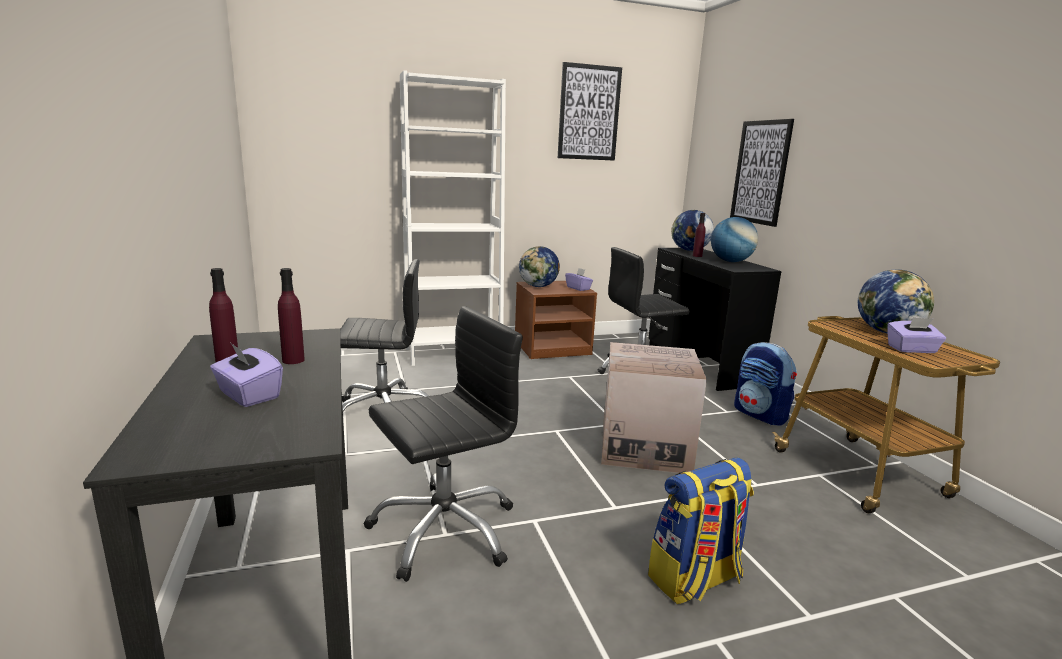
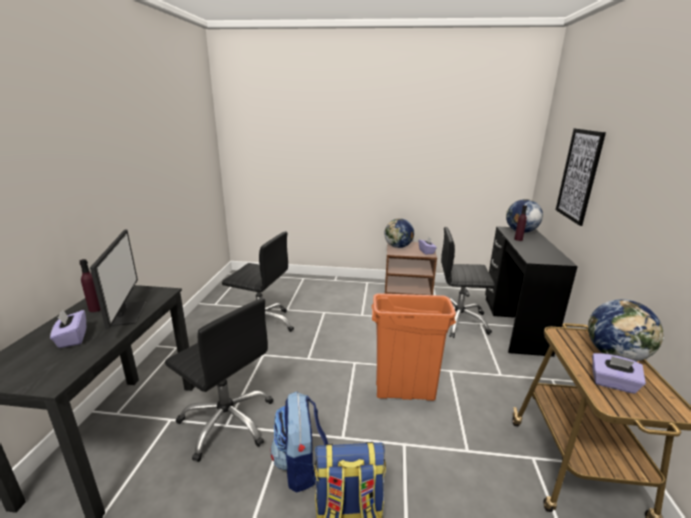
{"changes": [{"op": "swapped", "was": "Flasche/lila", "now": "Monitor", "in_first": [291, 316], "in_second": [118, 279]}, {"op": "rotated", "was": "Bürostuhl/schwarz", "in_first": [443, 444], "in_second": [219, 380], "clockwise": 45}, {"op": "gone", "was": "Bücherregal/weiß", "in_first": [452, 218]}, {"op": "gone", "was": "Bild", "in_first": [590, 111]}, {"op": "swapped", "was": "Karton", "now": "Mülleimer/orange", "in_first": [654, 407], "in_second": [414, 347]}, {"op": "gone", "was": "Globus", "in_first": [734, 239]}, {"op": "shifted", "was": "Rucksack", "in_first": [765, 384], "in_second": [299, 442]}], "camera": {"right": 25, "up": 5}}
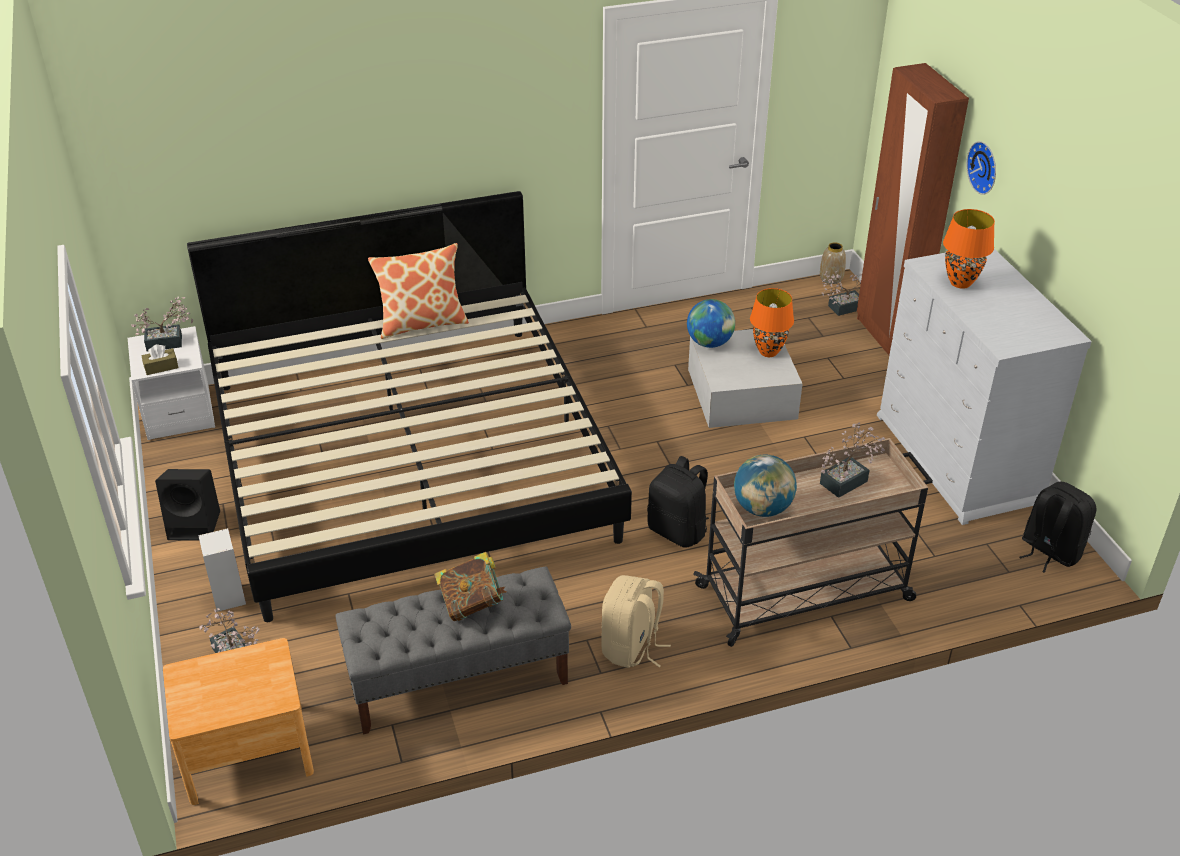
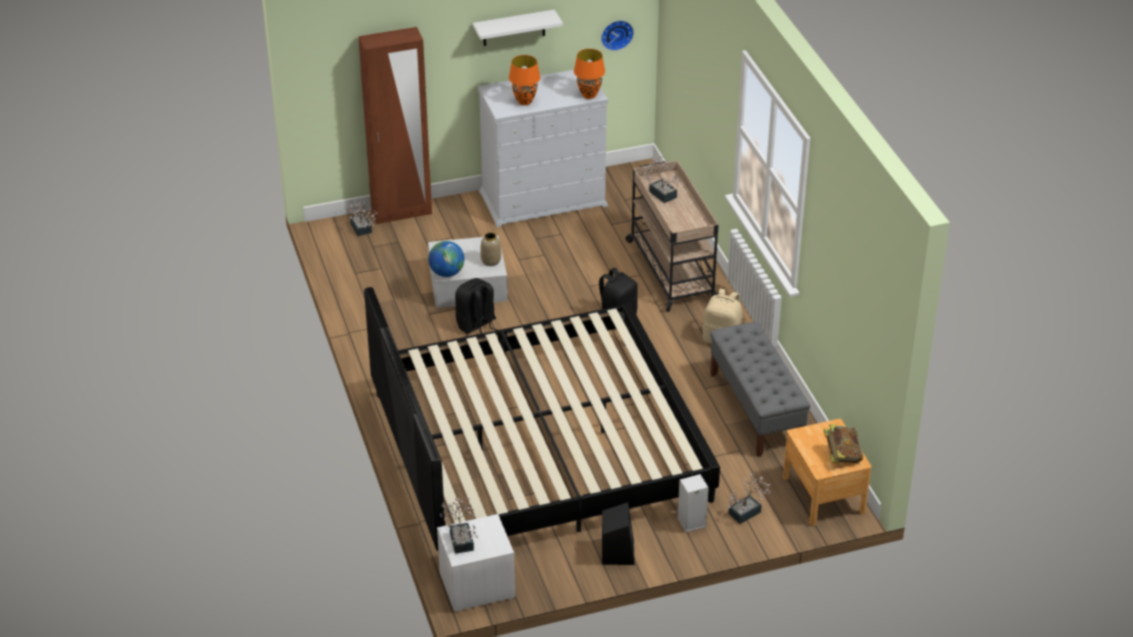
{"changes": [{"op": "gone", "was": "Taschentuchbox/braun", "in_first": [160, 359]}, {"op": "gone", "was": "Kissen", "in_first": [418, 291]}, {"op": "shifted", "was": "Buch", "in_first": [470, 586], "in_second": [843, 443]}, {"op": "gone", "was": "Globus", "in_first": [765, 485]}, {"op": "shifted", "was": "Tischlampe/orange", "in_first": [772, 322], "in_second": [589, 74]}, {"op": "shifted", "was": "Vase", "in_first": [833, 263], "in_second": [490, 249]}, {"op": "shifted", "was": "Wanduhr", "in_first": [981, 168], "in_second": [617, 35]}, {"op": "shifted", "was": "Rucksack/schwarz", "in_first": [1058, 527], "in_second": [476, 306]}, {"op": "new", "now": "Wandregal/weiß", "in_second": [518, 27]}], "camera": {"right": -90, "up": 0}}
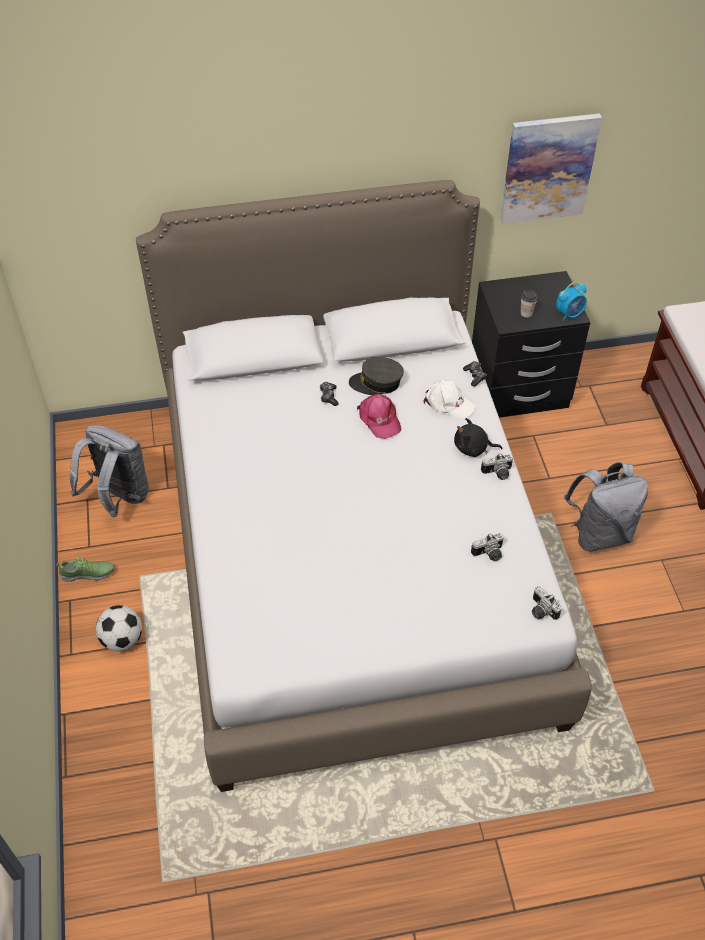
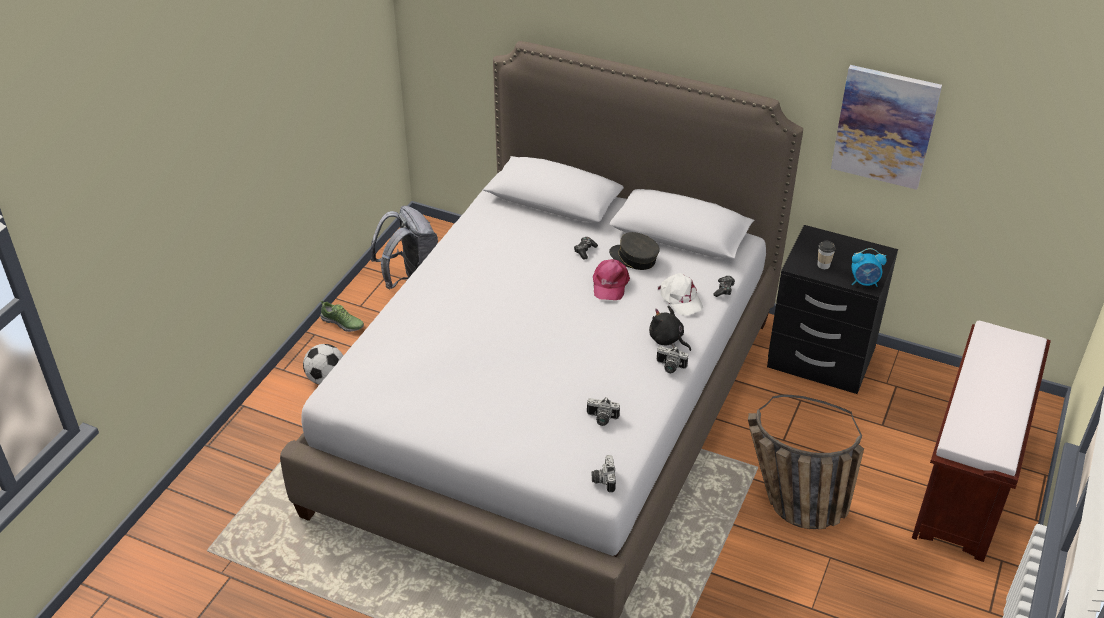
{"changes": [{"op": "swapped", "was": "Rucksack/grau", "now": "Korb", "in_first": [606, 507], "in_second": [806, 462]}], "camera": {"right": 35, "up": -10}}
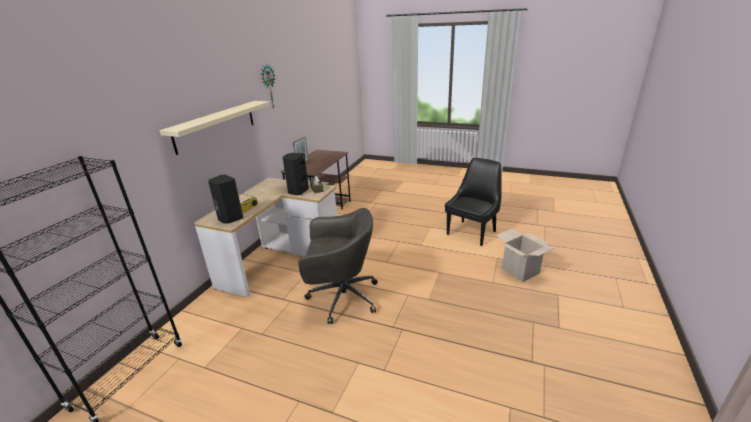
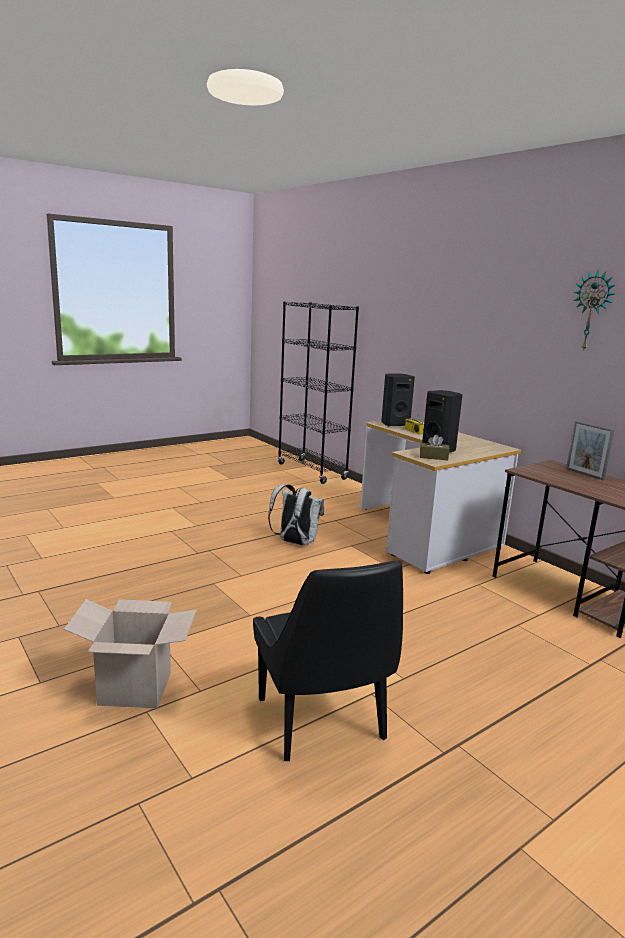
{"changes": [{"op": "gone", "was": "Wandregal/beige", "in_first": [214, 128]}, {"op": "swapped", "was": "Bürostuhl/grau", "now": "Rucksack/weiß", "in_first": [338, 266], "in_second": [296, 515]}], "camera": {"right": 120, "up": -10}}
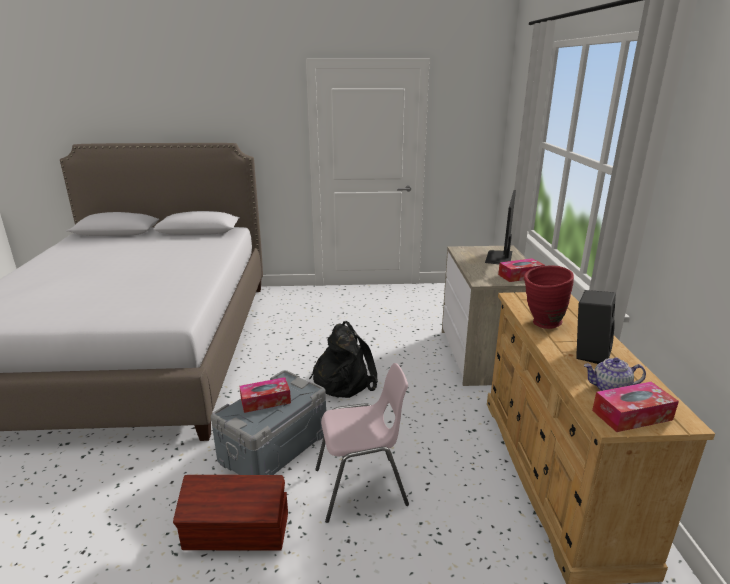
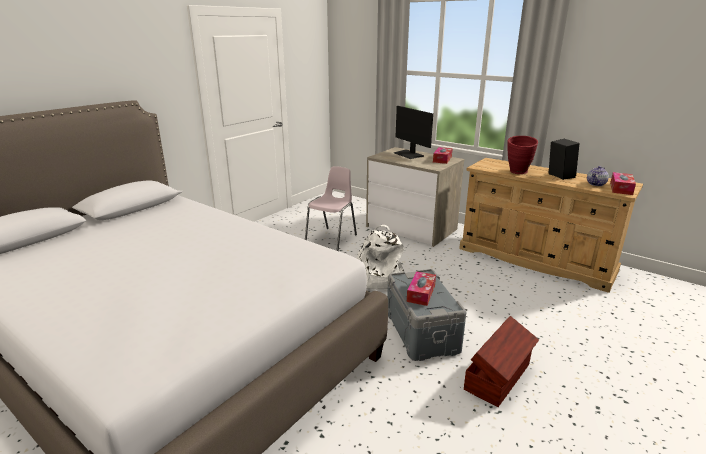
{"changes": [{"op": "repainted", "was": "Rucksack/schwarz", "now": "Rucksack/weiß", "in_first": [343, 359], "in_second": [380, 257]}, {"op": "shifted", "was": "Stuhl/rosa", "in_first": [362, 443], "in_second": [331, 208]}], "camera": {"right": -50, "up": 0}}
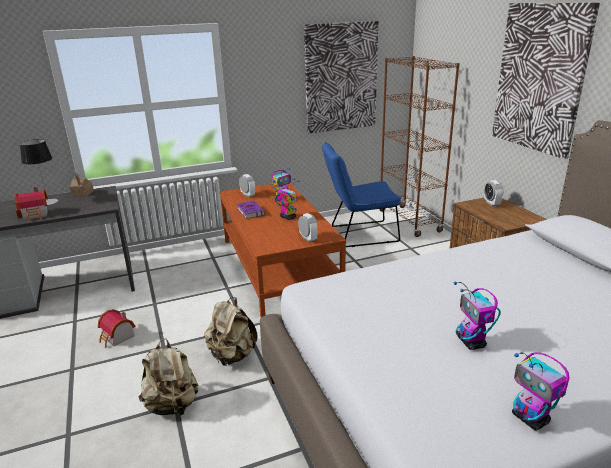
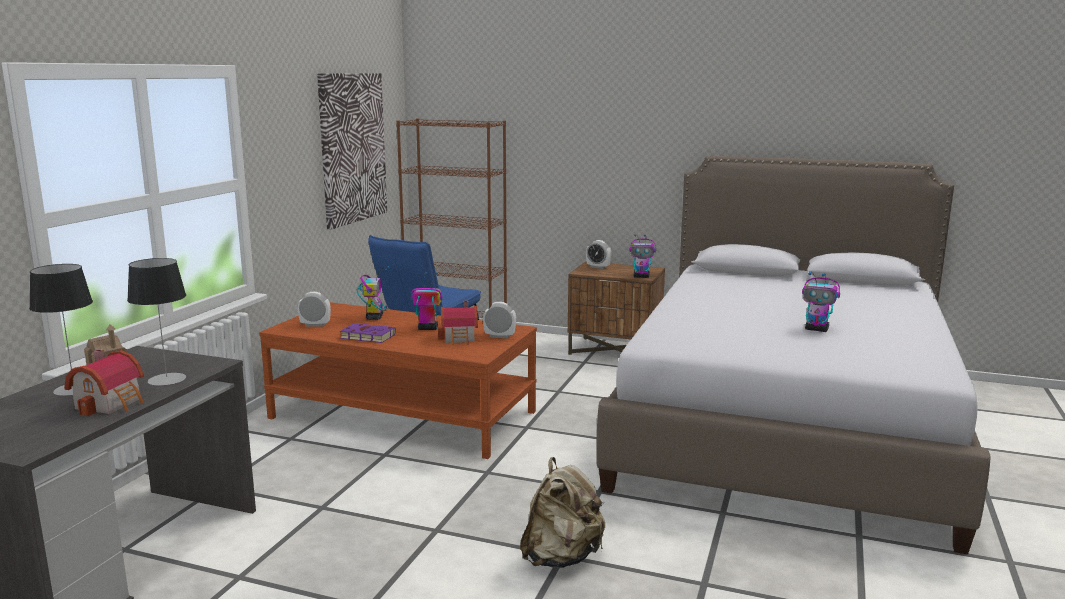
{"changes": [{"op": "shifted", "was": "Spielzeughaus", "in_first": [117, 328], "in_second": [458, 323]}, {"op": "gone", "was": "Rucksack/beige", "in_first": [231, 331]}, {"op": "gone", "was": "Bild", "in_first": [546, 81]}, {"op": "shifted", "was": "Spielzeugroboter", "in_first": [541, 392], "in_second": [643, 256]}, {"op": "new", "now": "Tischlampe", "in_second": [157, 322]}], "camera": {"right": -50, "up": -10}}
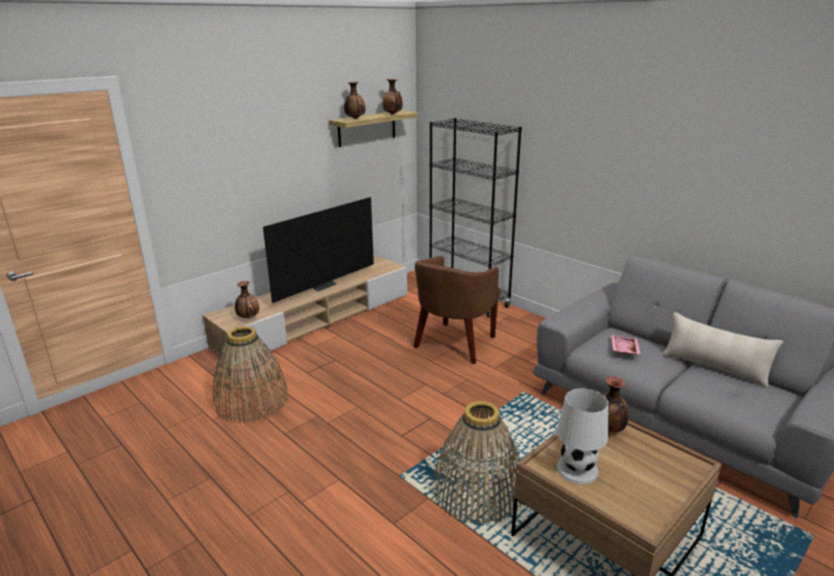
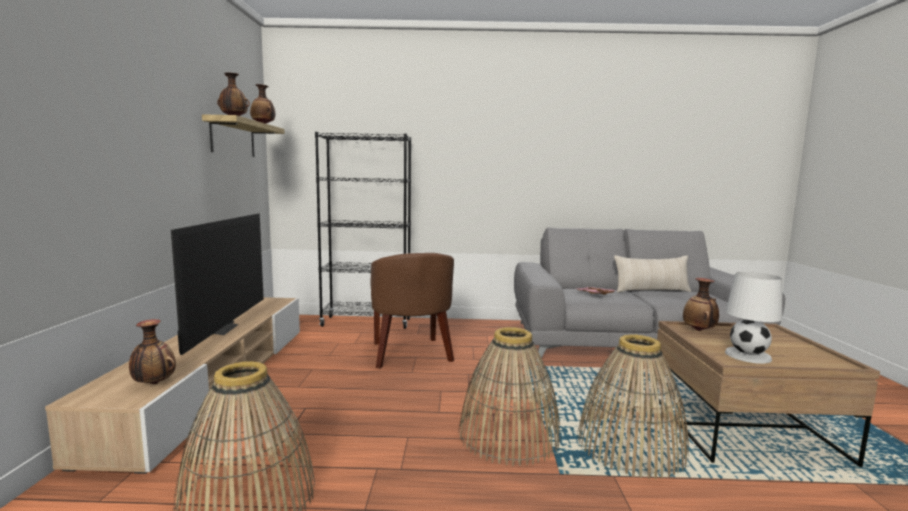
{"changes": [{"op": "new", "now": "Korb", "in_second": [509, 396]}], "camera": {"right": -45, "up": -15}}
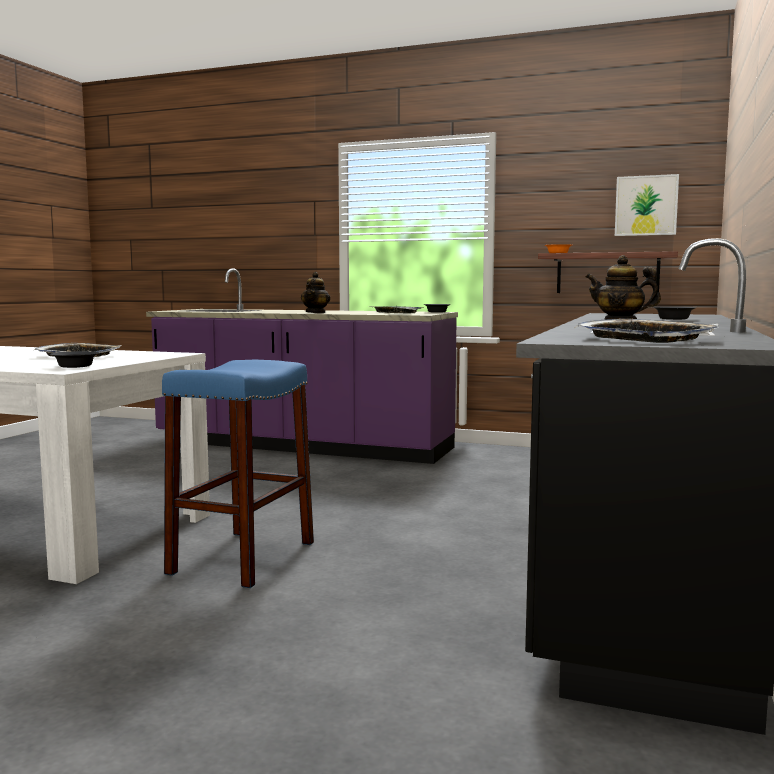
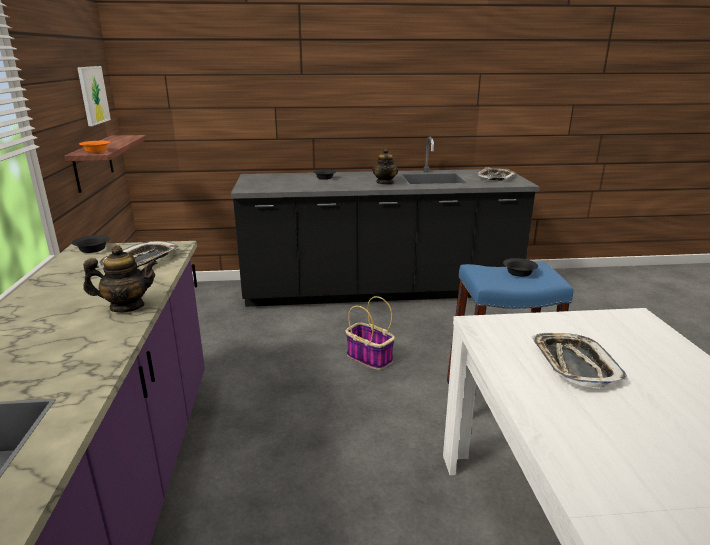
{"changes": [{"op": "shifted", "was": "Schüssel/schwarz", "in_first": [74, 359], "in_second": [520, 267]}, {"op": "new", "now": "Korb", "in_second": [370, 333]}], "camera": {"right": -115, "up": 15}}
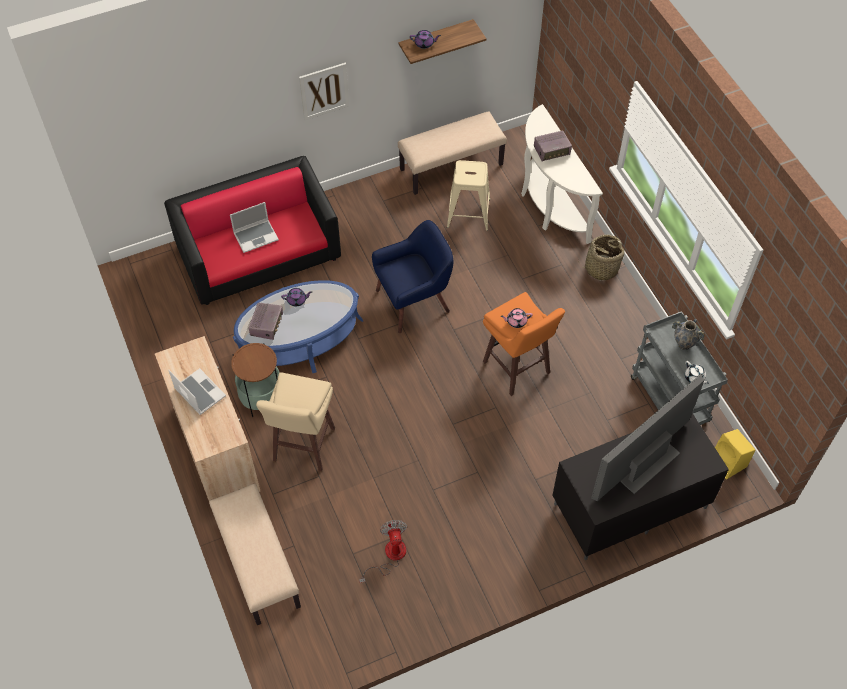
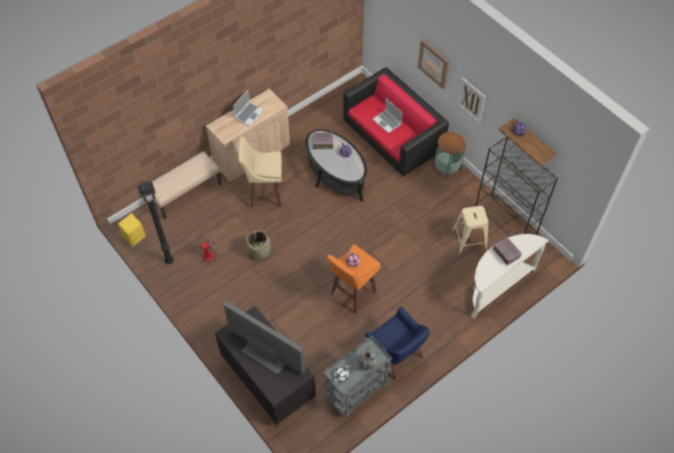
{"changes": [{"op": "shifted", "was": "Beistelltisch", "in_first": [255, 380], "in_second": [449, 156]}, {"op": "repainted", "was": "Couchtisch/blau", "now": "Couchtisch/schwarz", "in_first": [298, 326], "in_second": [336, 165]}, {"op": "shifted", "was": "Sessel/blau", "in_first": [412, 276], "in_second": [397, 343]}, {"op": "swapped", "was": "Bank/beige", "now": "Bücherregal/schwarz", "in_first": [452, 153], "in_second": [516, 187]}, {"op": "shifted", "was": "Korb", "in_first": [601, 257], "in_second": [258, 245]}, {"op": "shifted", "was": "Lautsprecher/gelb", "in_first": [735, 454], "in_second": [132, 230]}, {"op": "new", "now": "Stehlampe/schwarz", "in_second": [155, 222]}, {"op": "new", "now": "Bild", "in_second": [433, 64]}], "camera": {"right": 75, "up": 0}}
